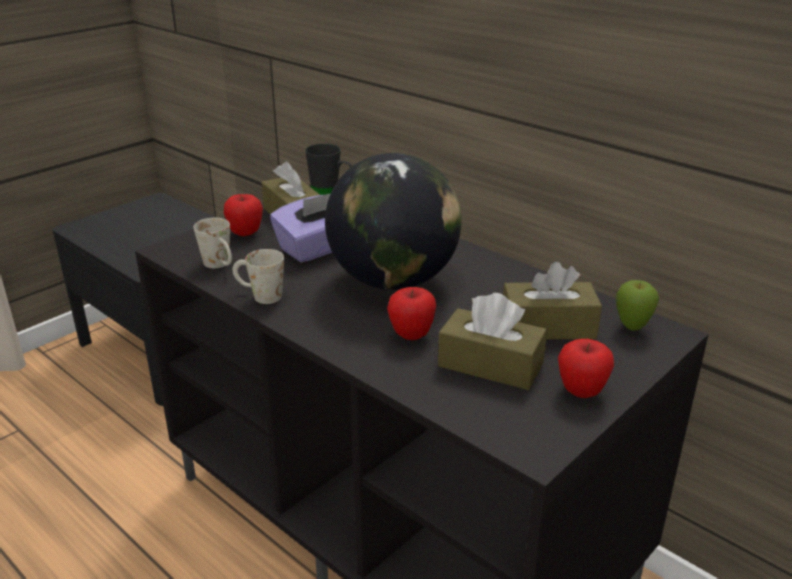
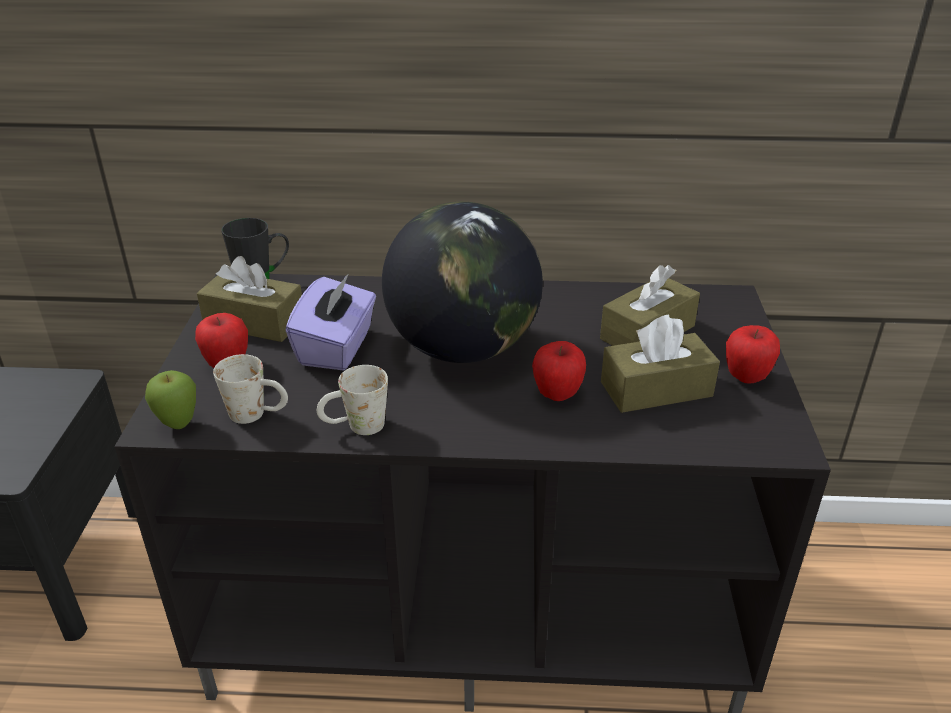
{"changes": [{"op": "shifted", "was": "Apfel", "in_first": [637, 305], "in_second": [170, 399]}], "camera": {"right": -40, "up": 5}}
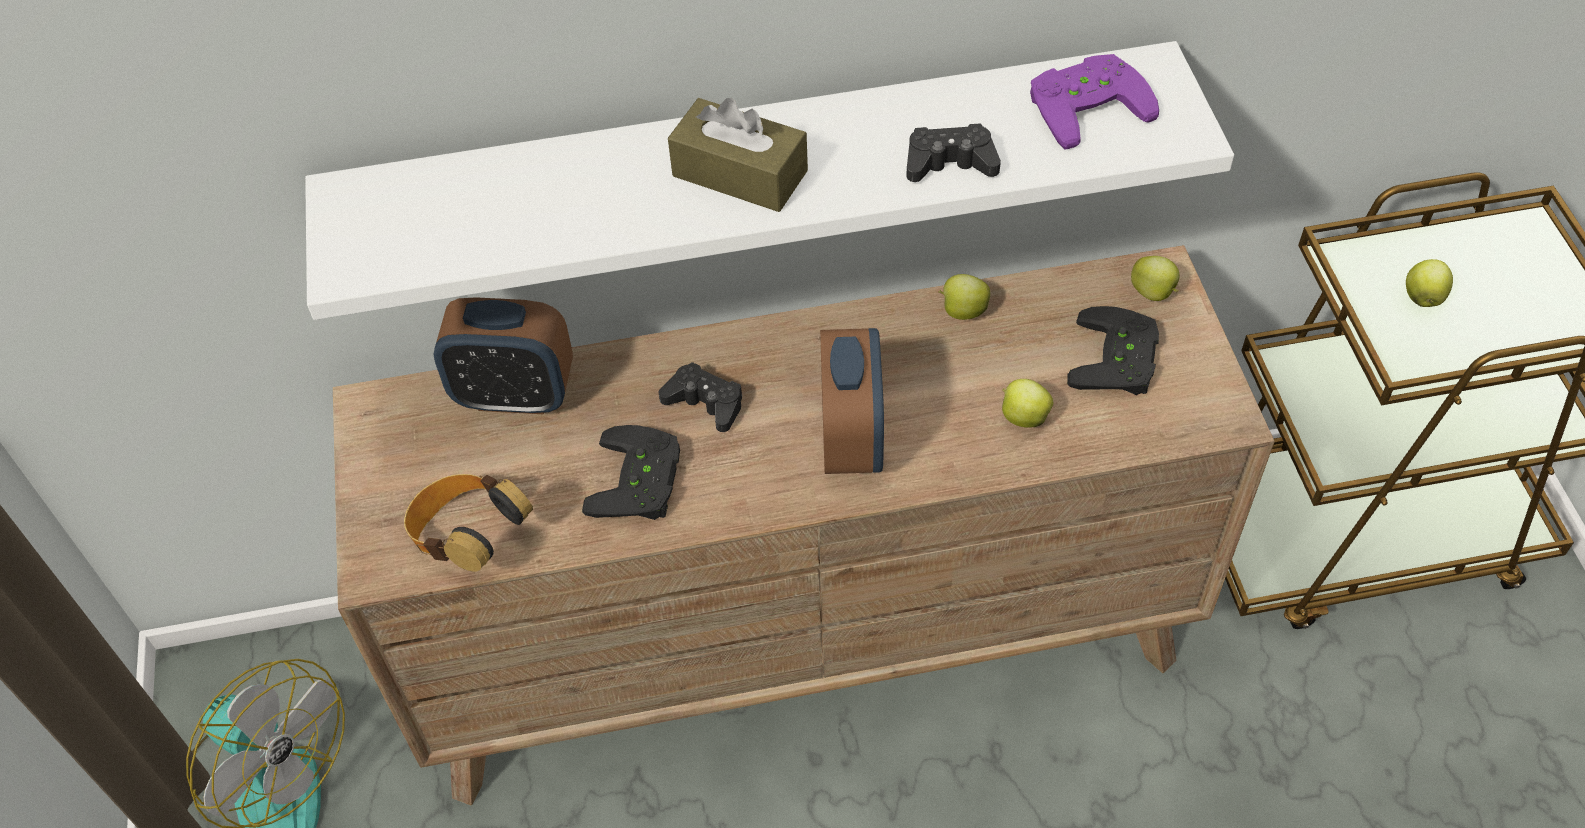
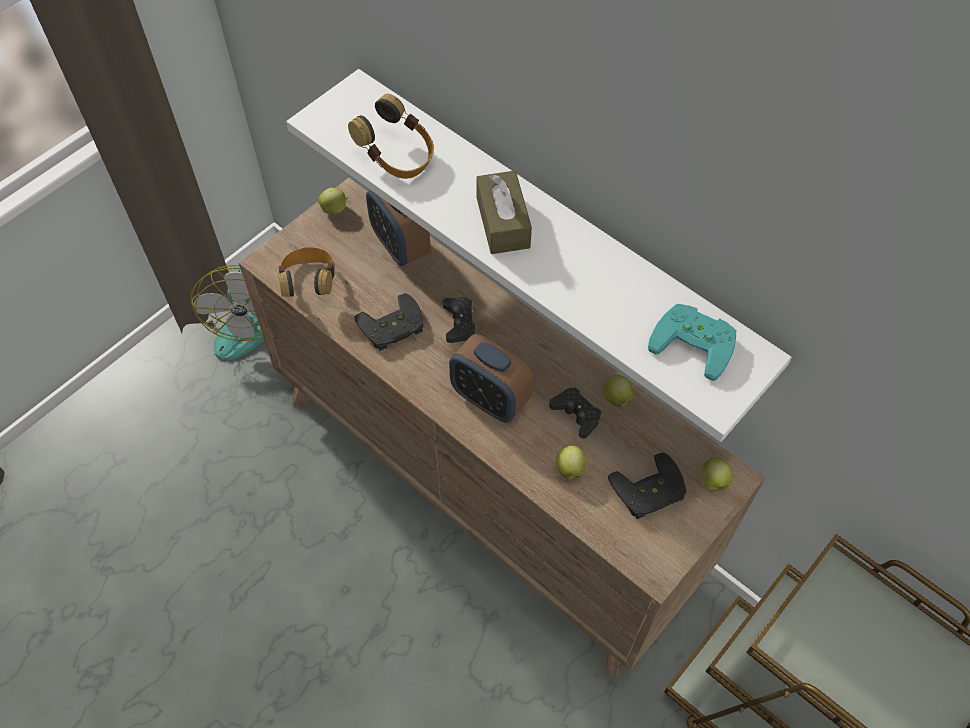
{"changes": [{"op": "rotated", "was": "Wecker", "in_first": [852, 401], "in_second": [491, 378], "clockwise": 75}, {"op": "shifted", "was": "Gamepad/schwarz", "in_first": [953, 152], "in_second": [575, 413]}, {"op": "repainted", "was": "Gamepad/lila", "now": "Gamepad/türkis", "in_first": [1094, 102], "in_second": [692, 342]}, {"op": "shifted", "was": "Apfel", "in_first": [1429, 283], "in_second": [333, 201]}, {"op": "new", "now": "Kopfhörer", "in_second": [391, 136]}], "camera": {"right": 50, "up": 5}}
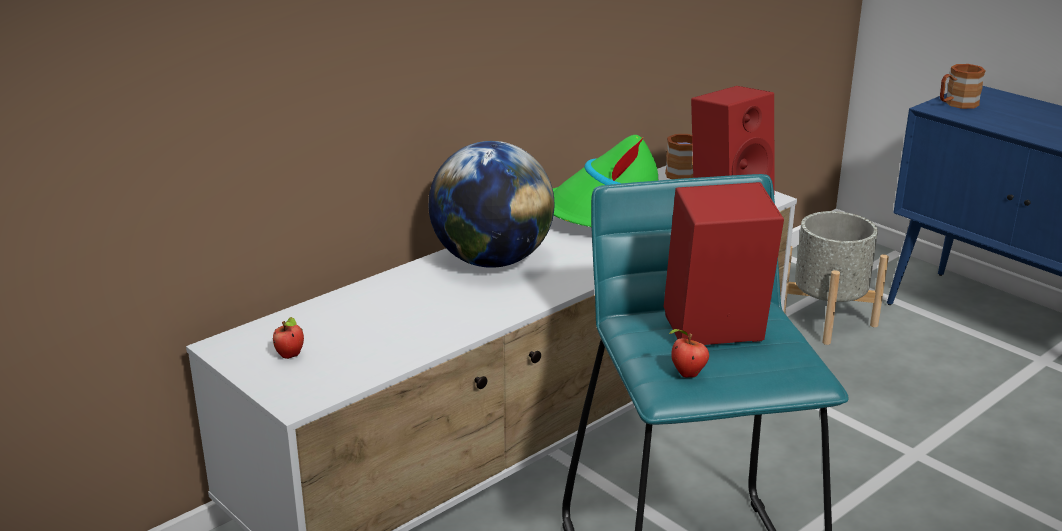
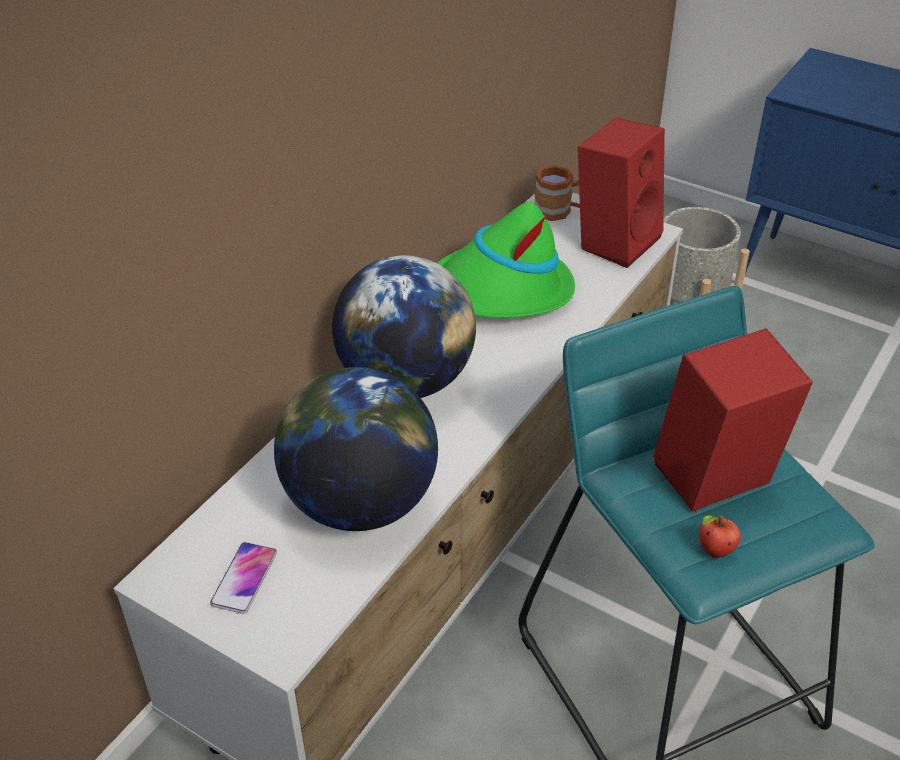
{"changes": [{"op": "swapped", "was": "Apfel", "now": "Handy", "in_first": [288, 338], "in_second": [243, 578]}, {"op": "gone", "was": "Henkelbecher/braun", "in_first": [963, 86]}, {"op": "new", "now": "Globus", "in_second": [356, 449]}], "camera": {"right": -15, "up": 15}}
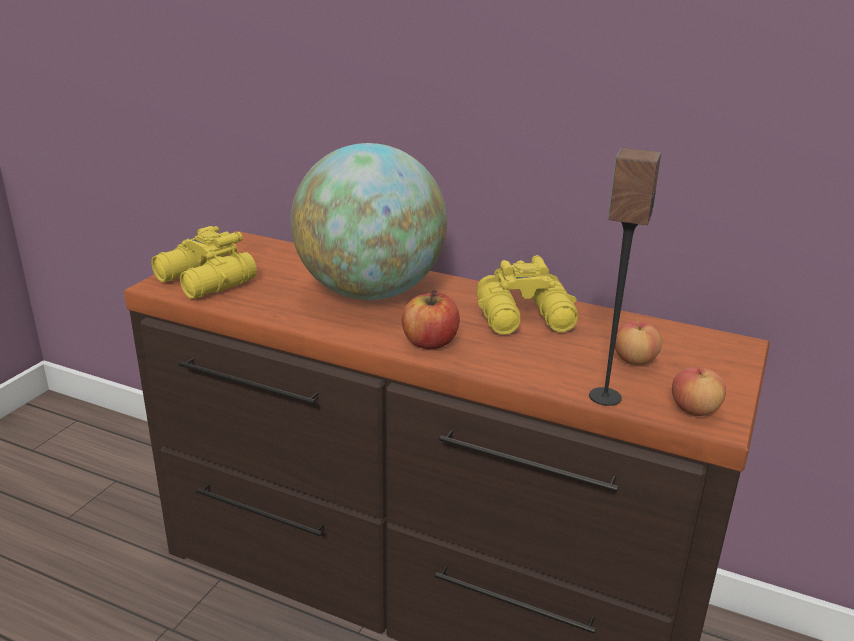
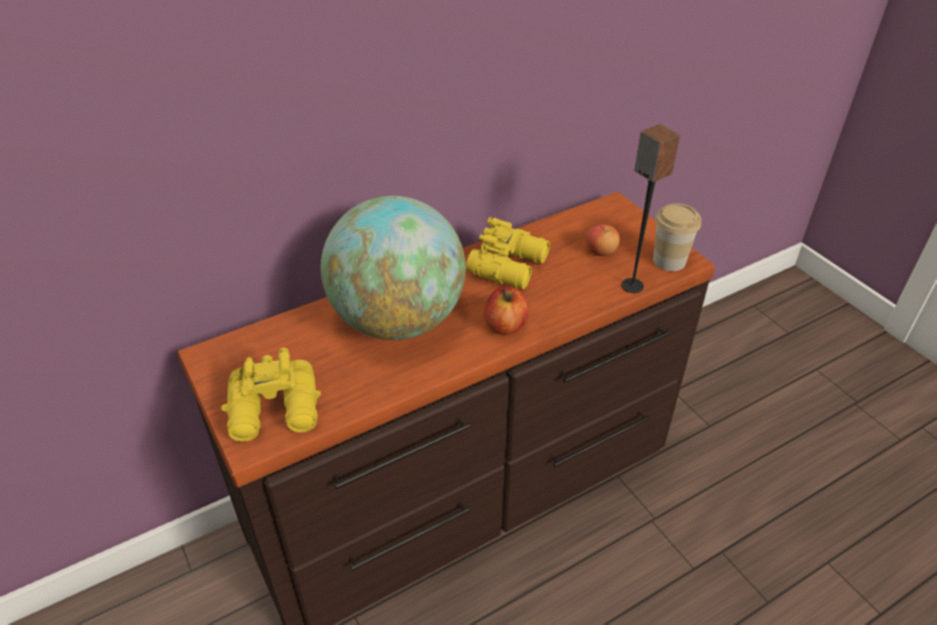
{"changes": [{"op": "swapped", "was": "Apfel", "now": "Tasse", "in_first": [699, 391], "in_second": [677, 237]}], "camera": {"right": -55, "up": 15}}
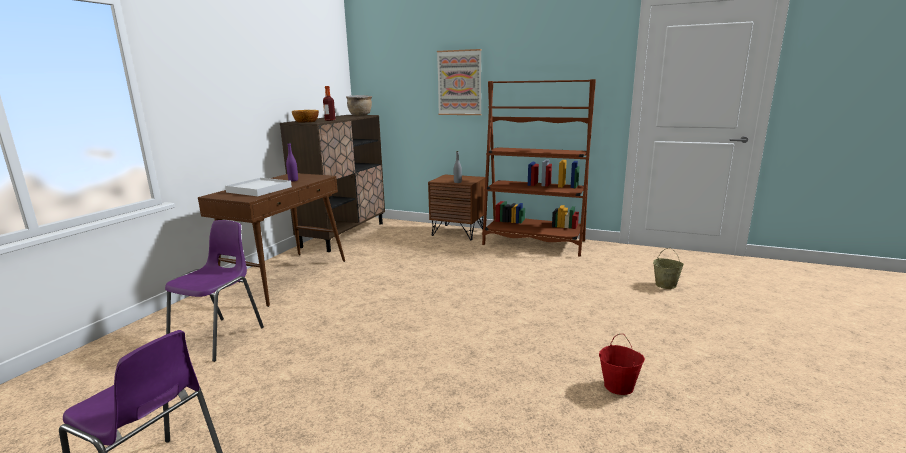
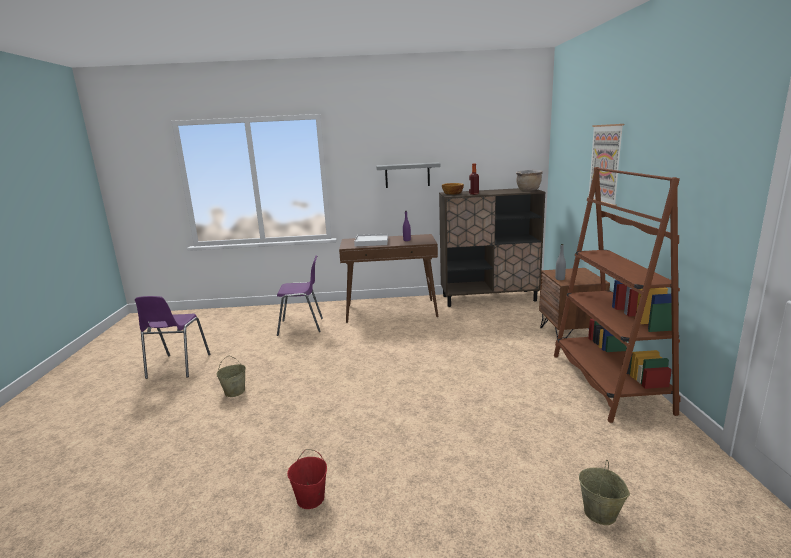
{"changes": [{"op": "new", "now": "Eimer/beige", "in_second": [231, 376]}, {"op": "new", "now": "Wandregal/grau", "in_second": [408, 175]}], "camera": {"right": 65, "up": 0}}
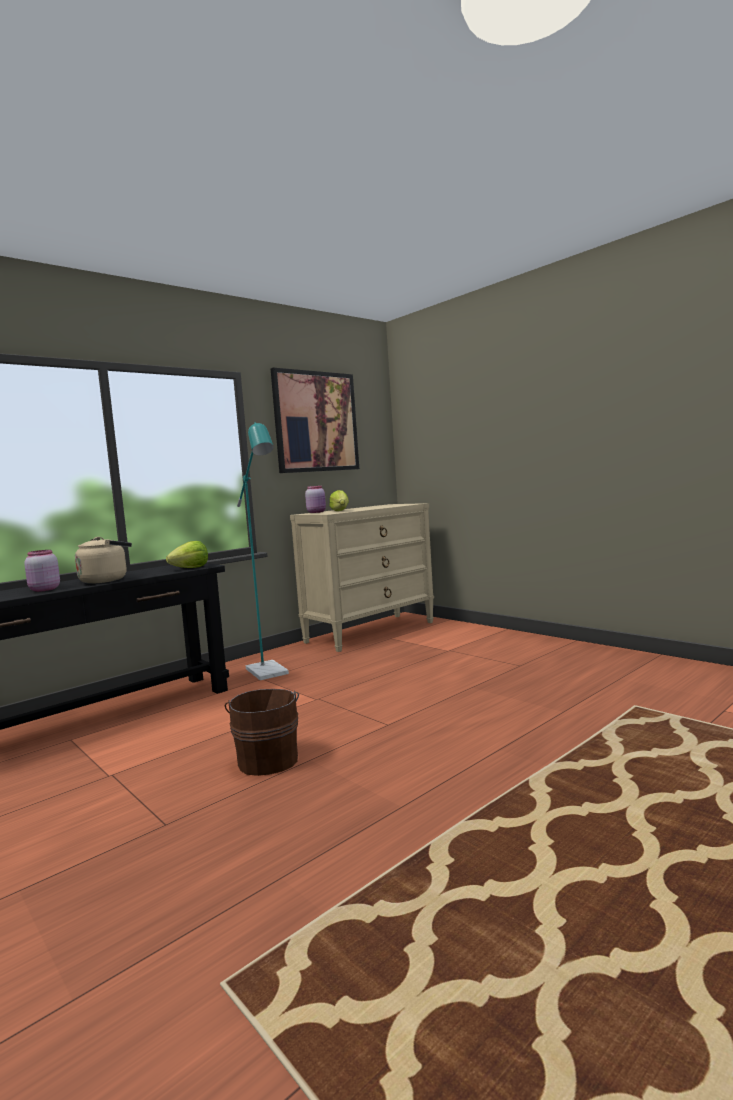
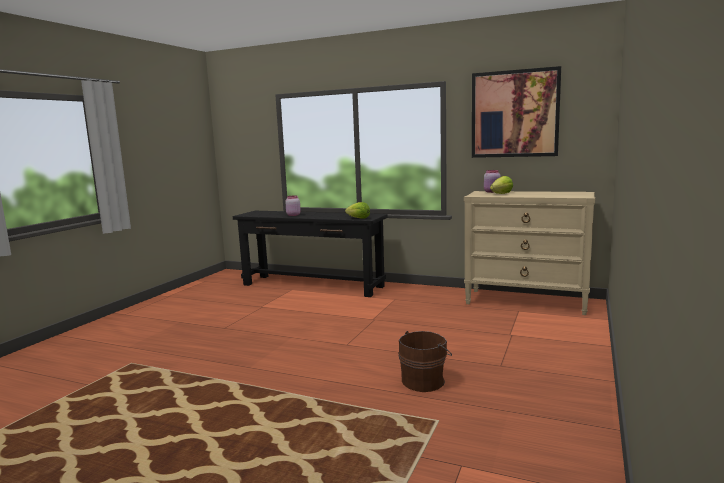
{"changes": [{"op": "gone", "was": "Wasserkessel/beige", "in_first": [103, 560]}, {"op": "shifted", "was": "Eimer/braun", "in_first": [262, 732], "in_second": [425, 361]}, {"op": "gone", "was": "Stehlampe/türkis", "in_first": [263, 551]}], "camera": {"right": 65, "up": 5}}
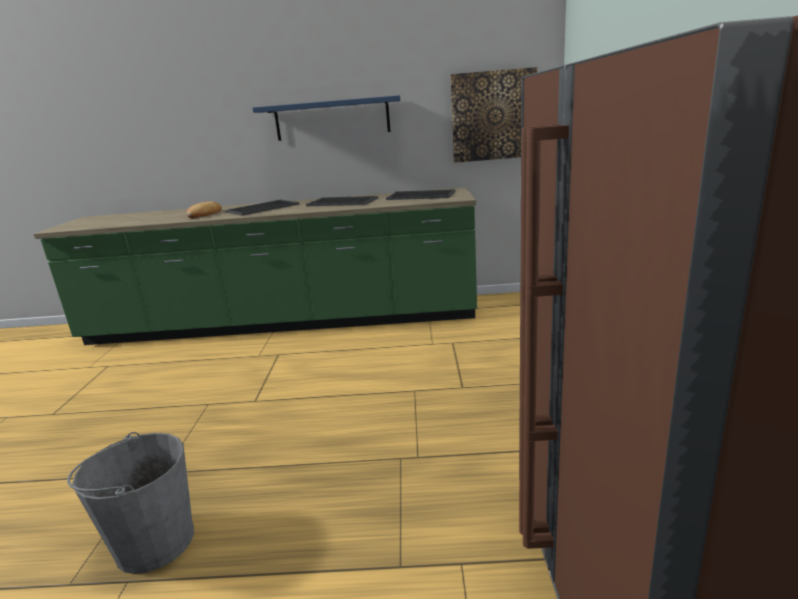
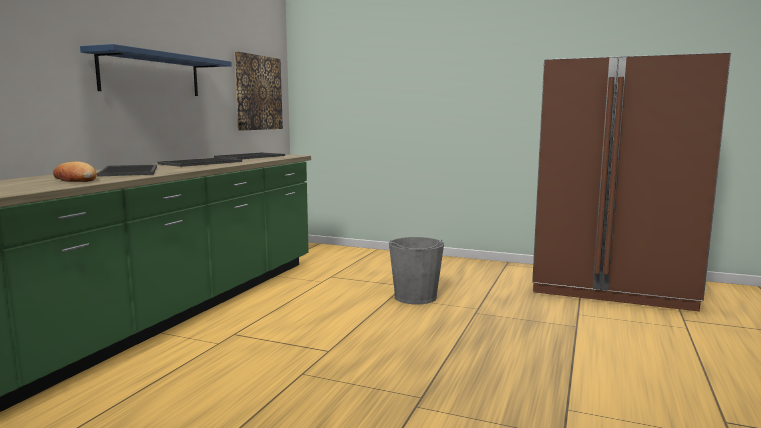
{"changes": [{"op": "shifted", "was": "Eimer/grau", "in_first": [130, 503], "in_second": [416, 270]}], "camera": {"right": -70, "up": -10}}
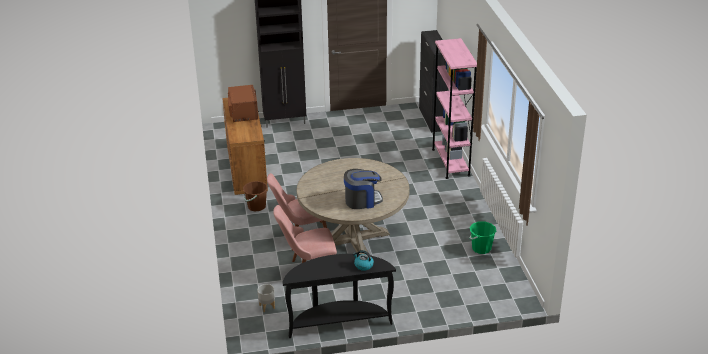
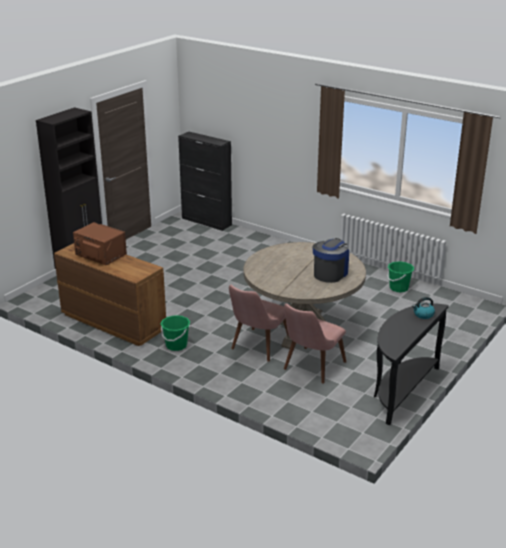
{"changes": [{"op": "repainted", "was": "Eimer/braun", "now": "Eimer/grün", "in_first": [255, 196], "in_second": [175, 333]}, {"op": "gone", "was": "Pflanzkübel/grau", "in_first": [266, 298]}, {"op": "gone", "was": "Bücherregal/rosa", "in_first": [454, 108]}], "camera": {"right": -45, "up": -5}}
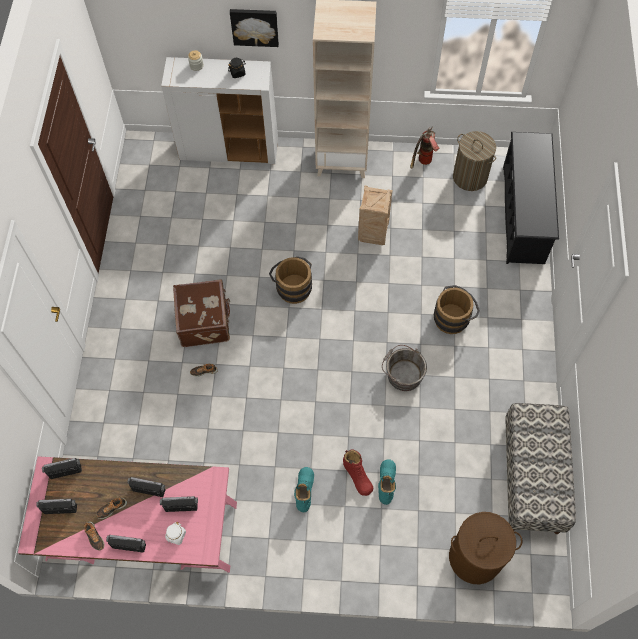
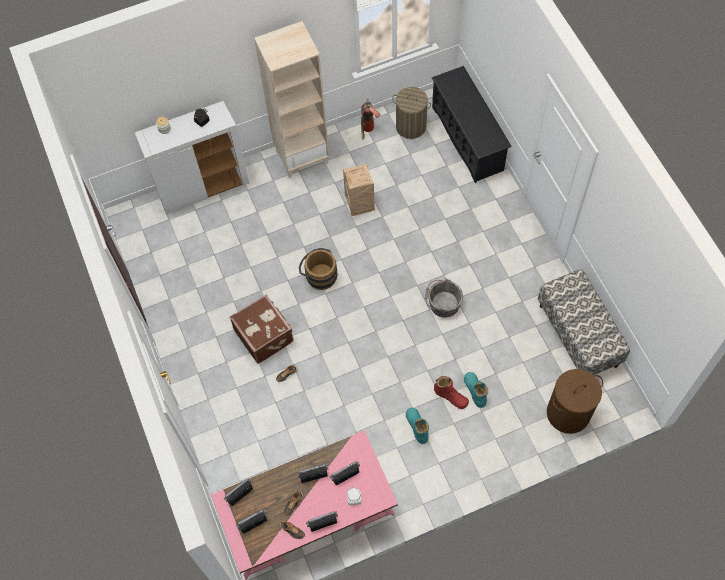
{"changes": [{"op": "gone", "was": "Bild", "in_first": [254, 28]}, {"op": "gone", "was": "Eimer/braun", "in_first": [457, 309]}], "camera": {"right": -25, "up": 0}}
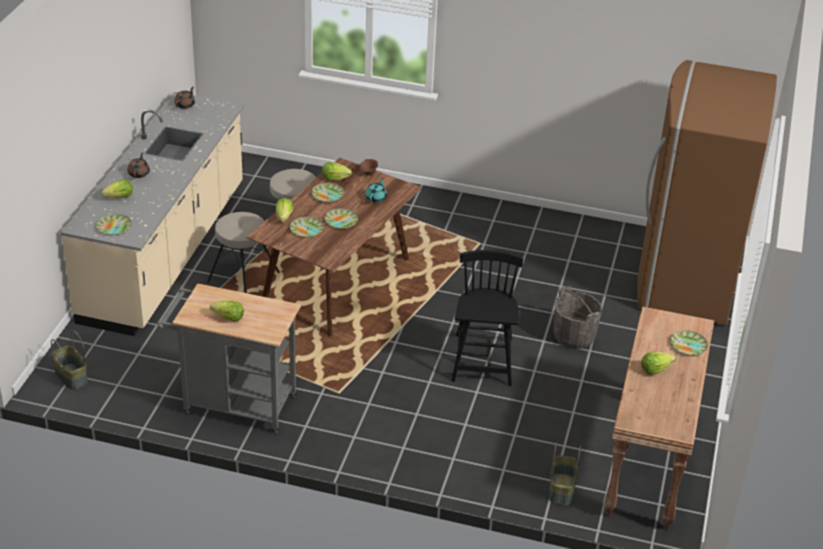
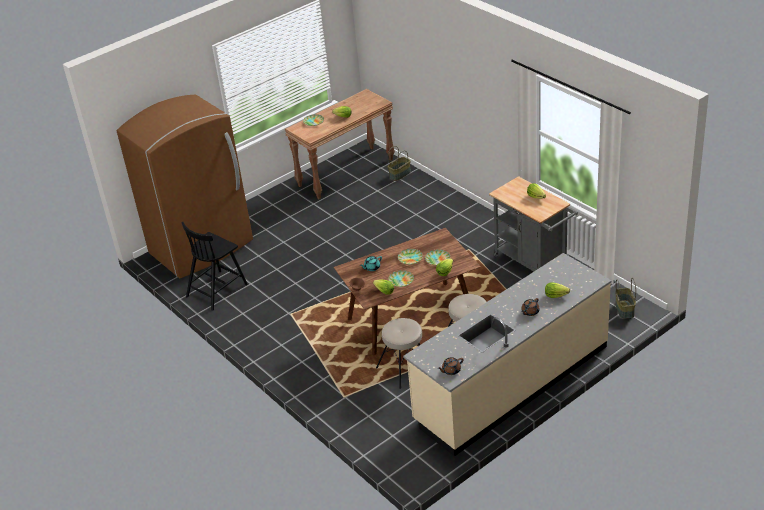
{"changes": [{"op": "gone", "was": "Teller", "in_first": [114, 224]}, {"op": "shifted", "was": "Stuhl/schwarz", "in_first": [487, 318], "in_second": [214, 266]}, {"op": "gone", "was": "Eimer/grau", "in_first": [578, 317]}], "camera": {"right": -140, "up": 0}}
